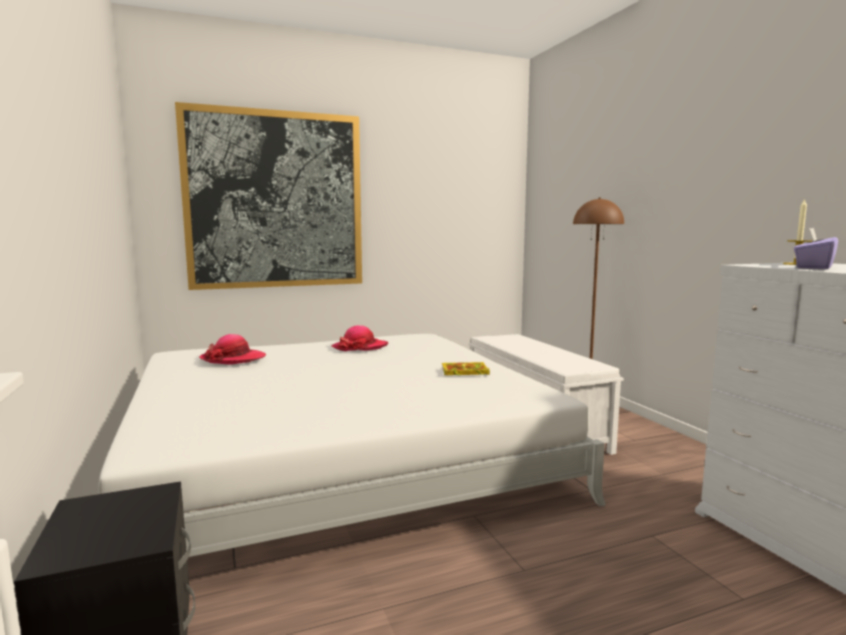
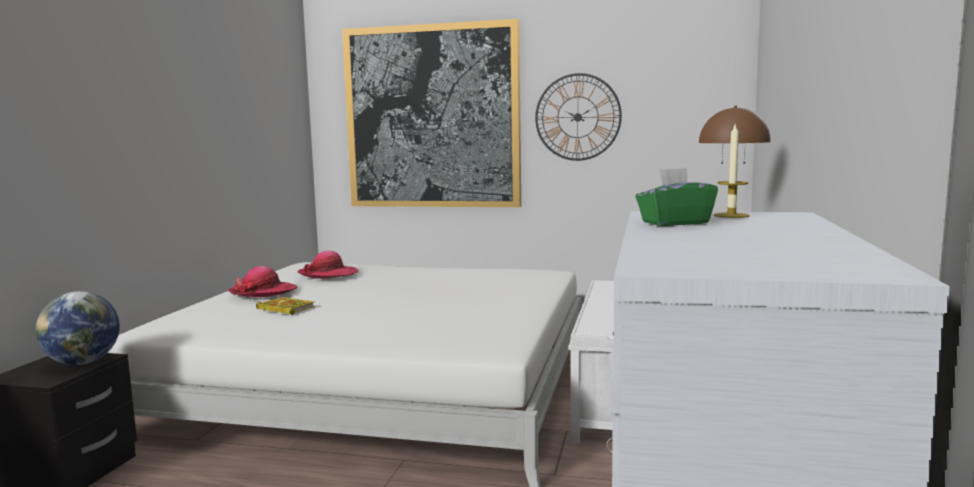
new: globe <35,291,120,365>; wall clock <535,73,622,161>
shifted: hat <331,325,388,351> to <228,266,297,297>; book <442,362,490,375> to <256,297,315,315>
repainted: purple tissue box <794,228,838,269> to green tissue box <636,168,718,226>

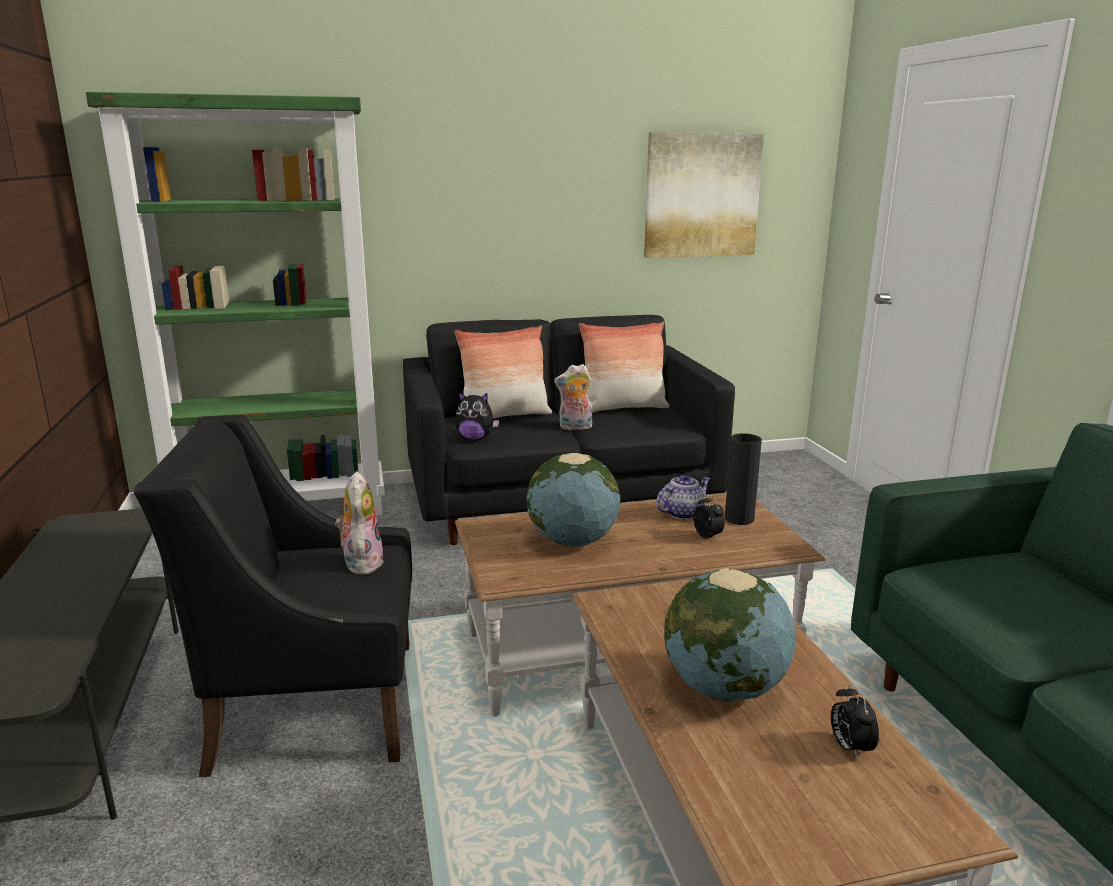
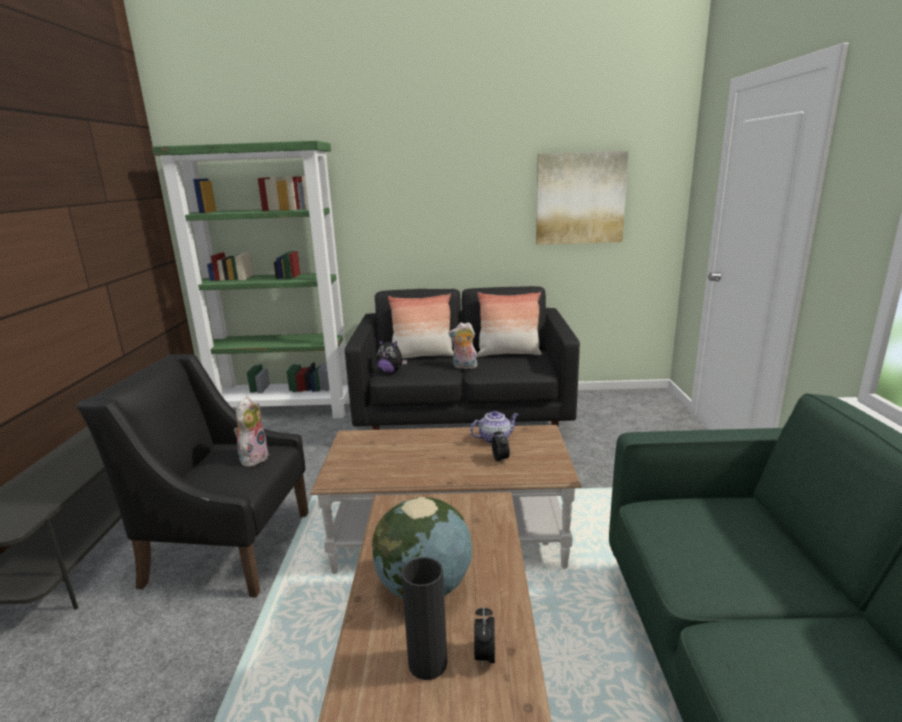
gone: globe <526,453,621,547>
shifted: black vase <725,433,762,525> to <401,557,447,680>

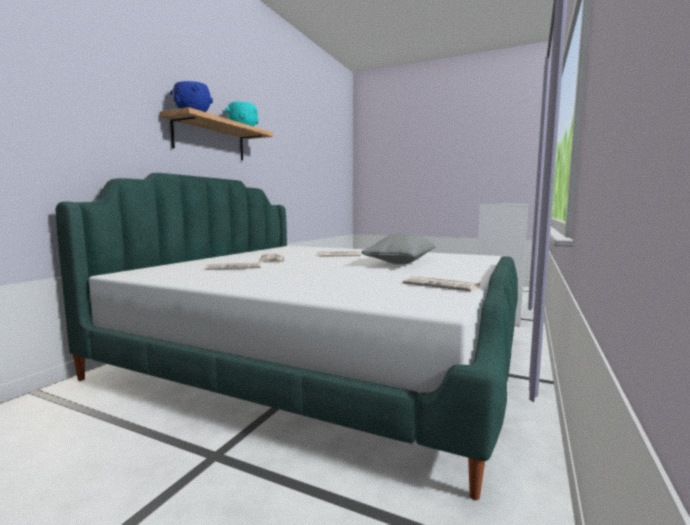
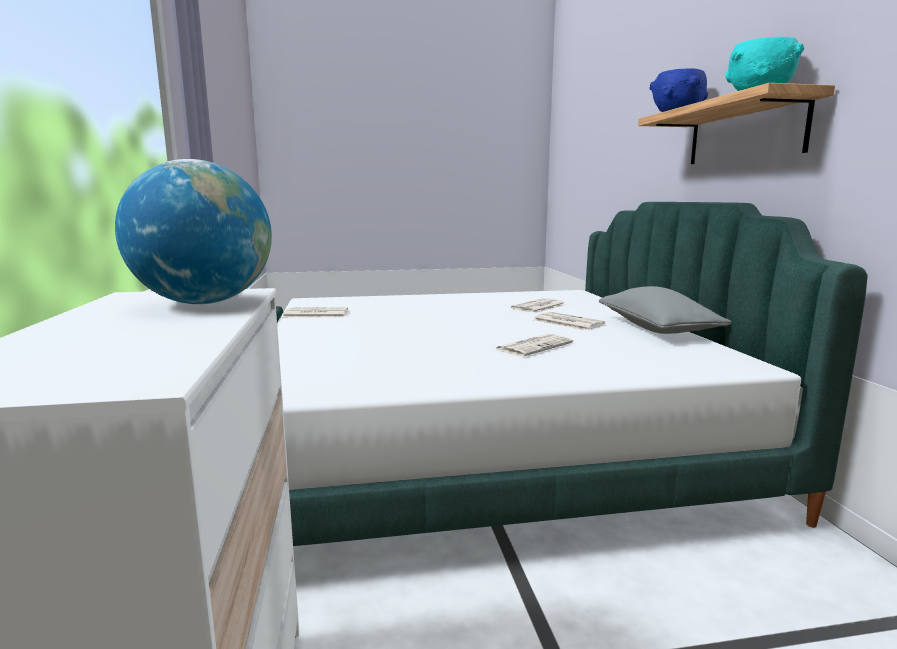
new: globe <115,159,272,304>
shifted: grey pillow <361,232,436,264> to <599,286,732,334>

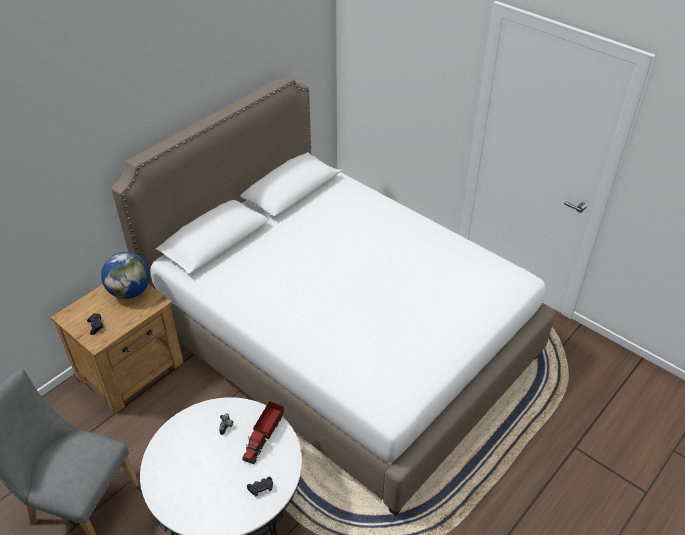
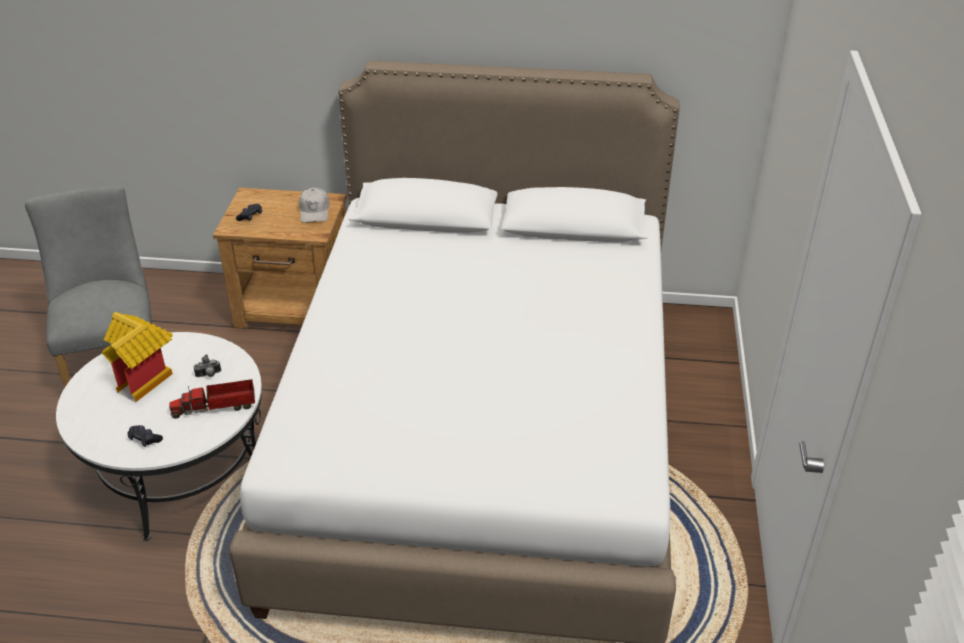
new: toy house <102,312,173,402>
swapped: globe <101,252,150,299> to white cap <299,188,330,223>

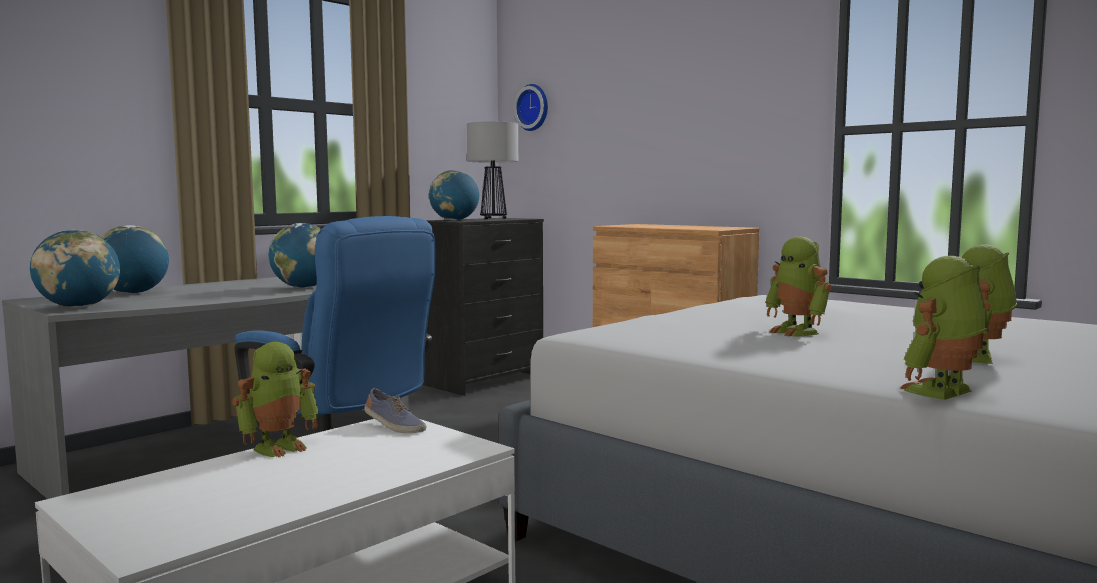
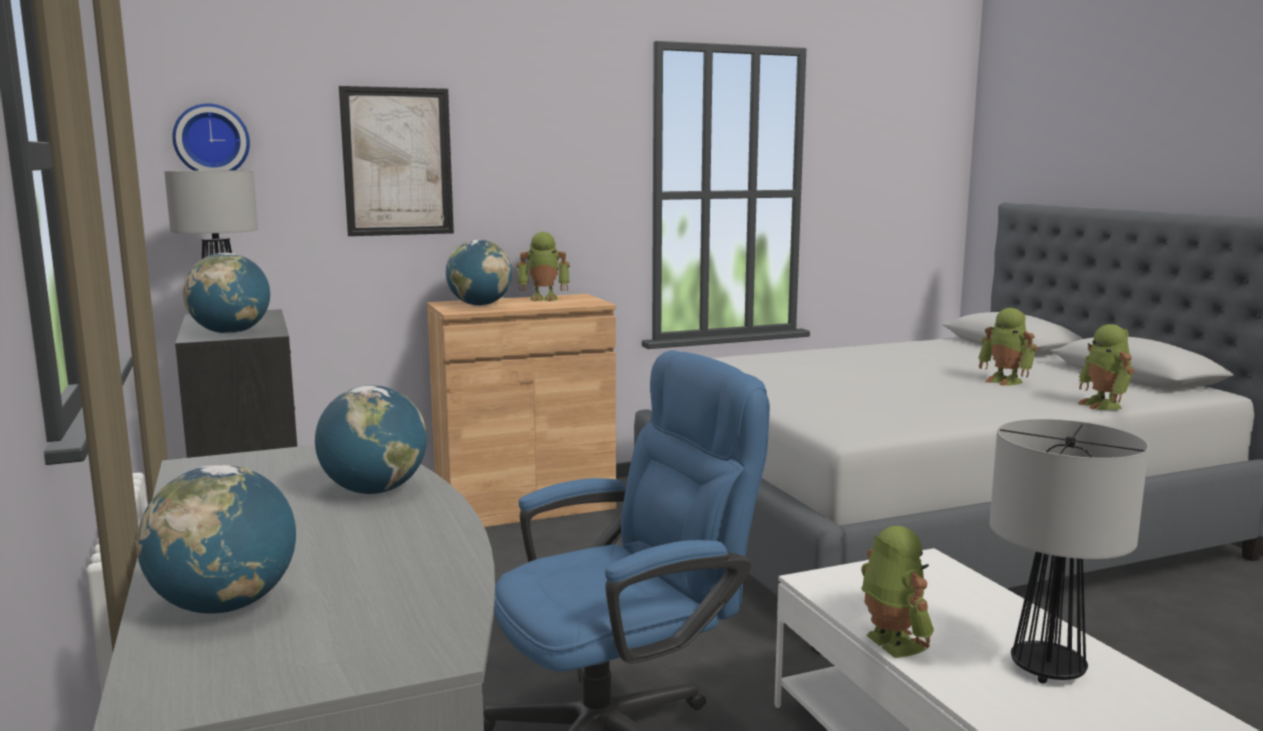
gone: shoe <364,388,426,433>
new: picture <339,86,454,236>; table lamp <990,419,1149,684>
shifted: globe <30,230,120,308> to <446,240,512,306>; toy robot <765,236,832,337> to <517,232,570,301>

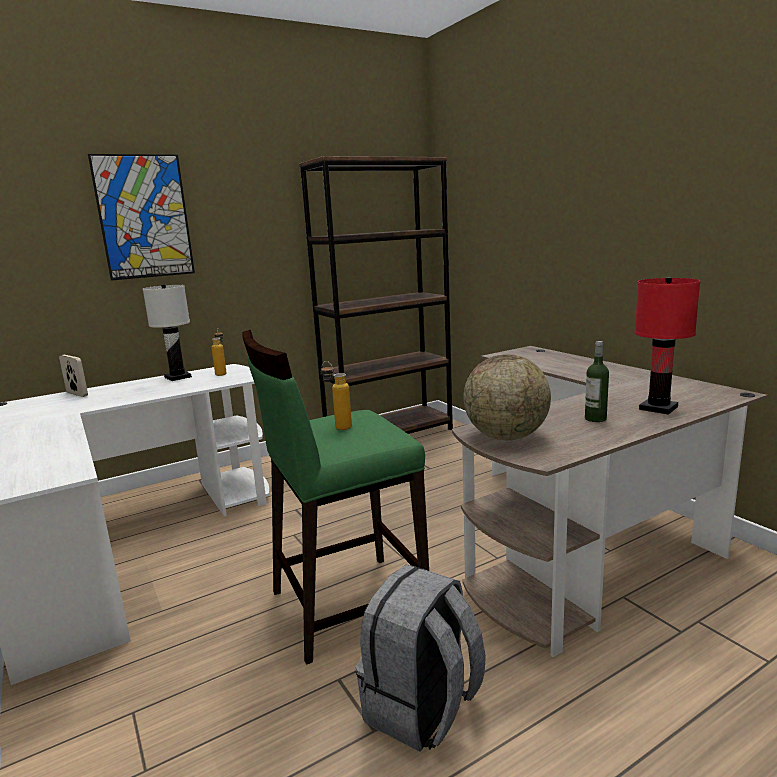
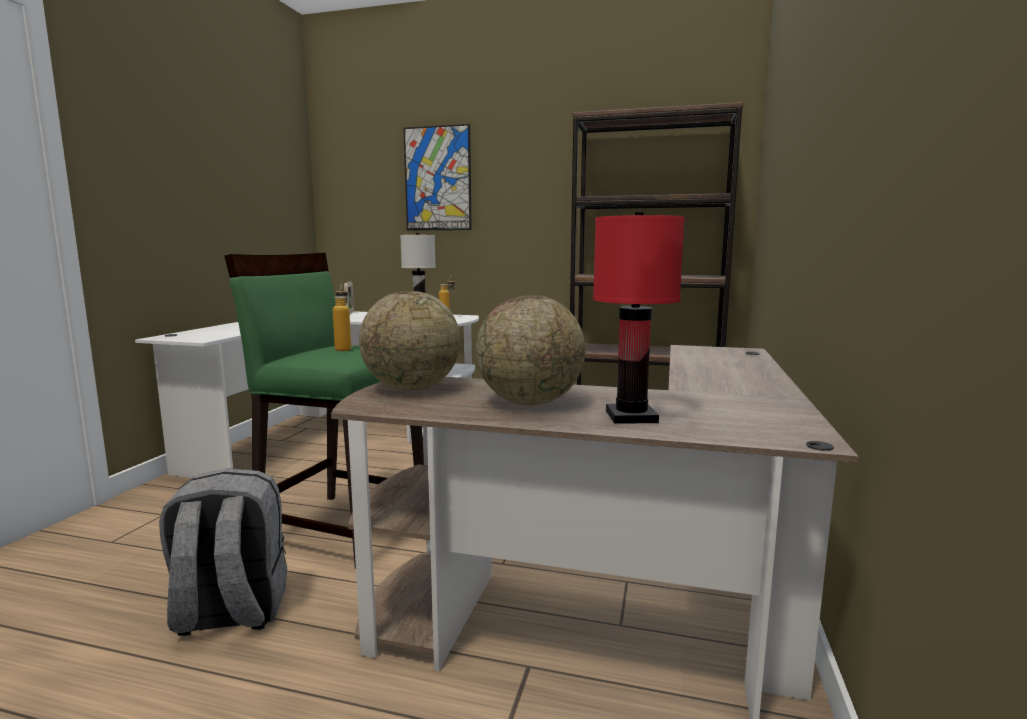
swapped: bottle <585,341,609,422> to globe <476,295,586,405>

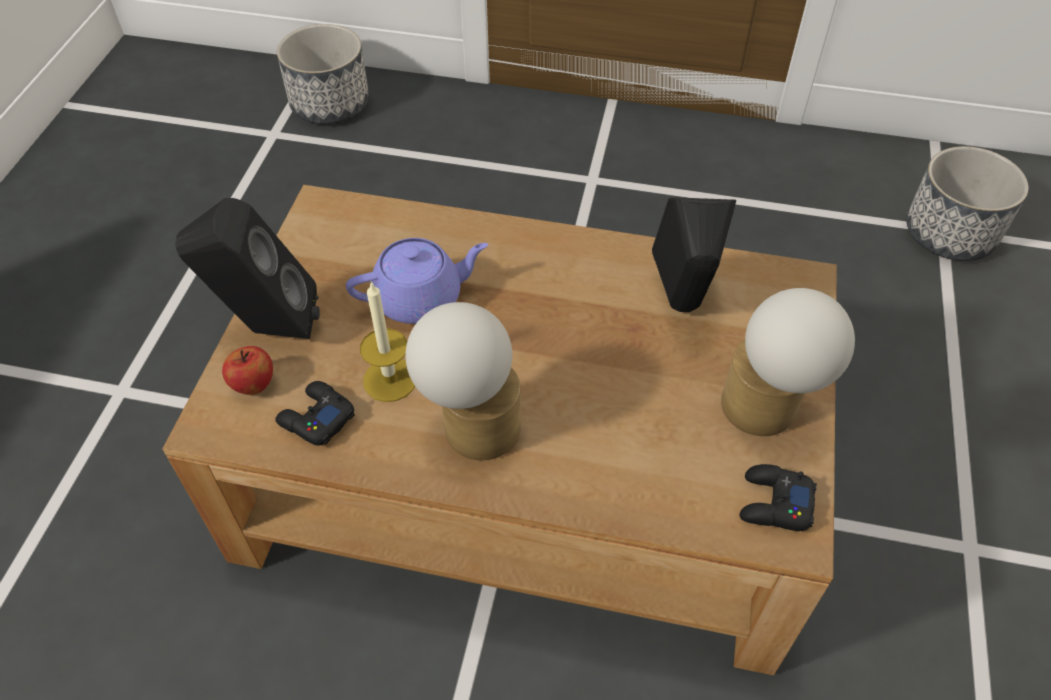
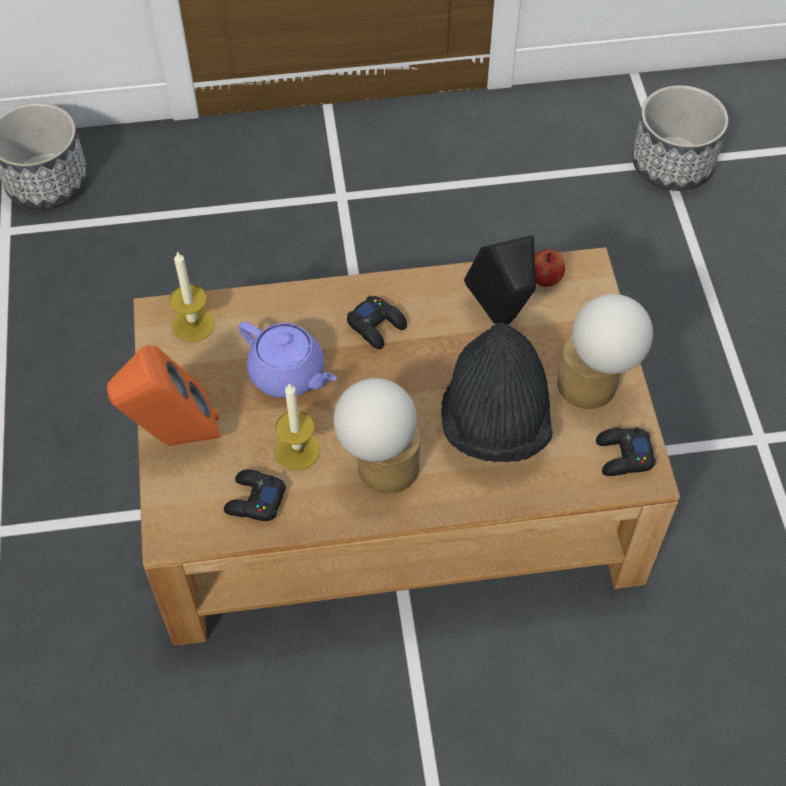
new: candle <169,251,215,342>; black game controller <347,296,407,349>; black hat <441,323,553,462>
shifted: apple <222,346,273,395> to <535,249,565,287>
repainted: black speaker <175,198,320,339> to orange speaker <107,345,221,446>
rotated: purple teapot <346,238,488,324> = <239,322,337,398> 75 degrees clockwise

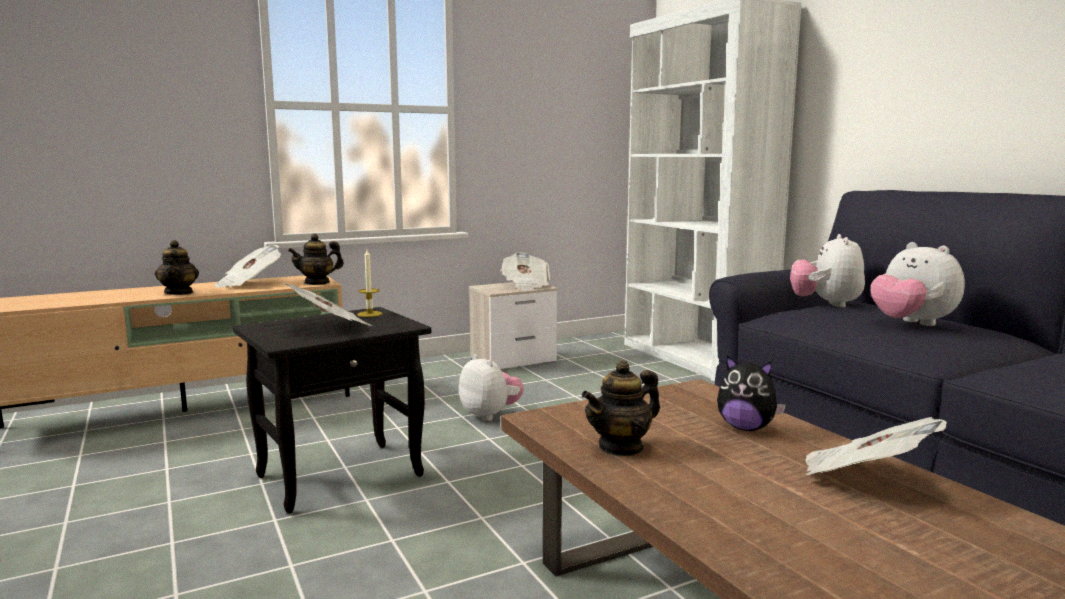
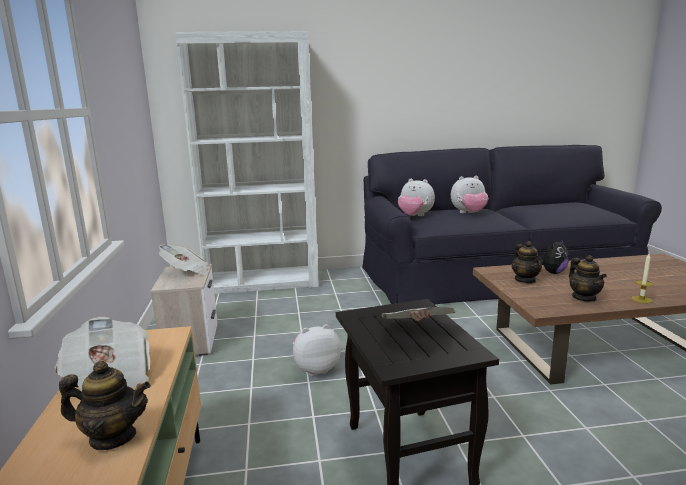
gone: newspaper <805,417,947,475>
shifted: teapot <288,234,344,285> to <512,241,542,283>; candle <357,250,382,317> to <631,254,654,303>

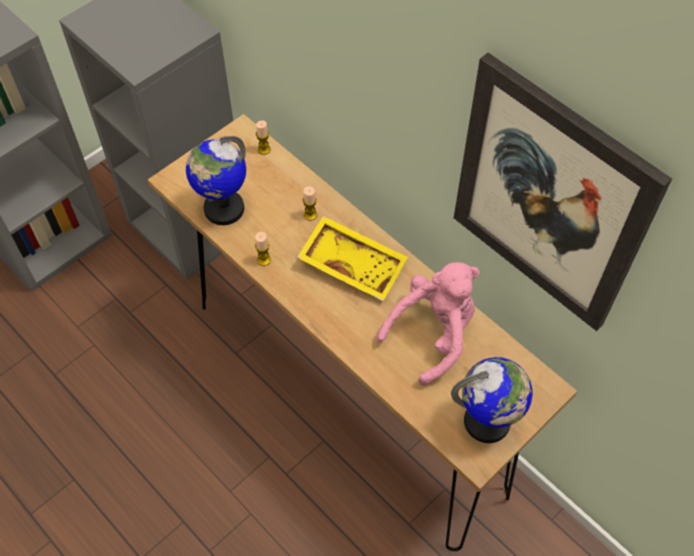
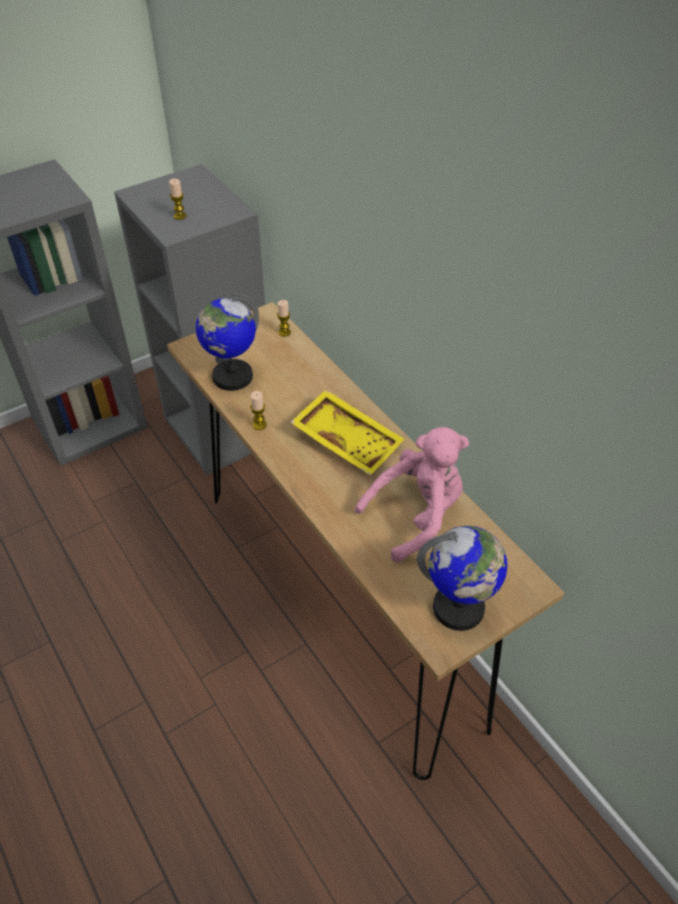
gone: picture <454,53,672,331>
shifted: candle <303,186,317,221> to <169,179,187,220>

